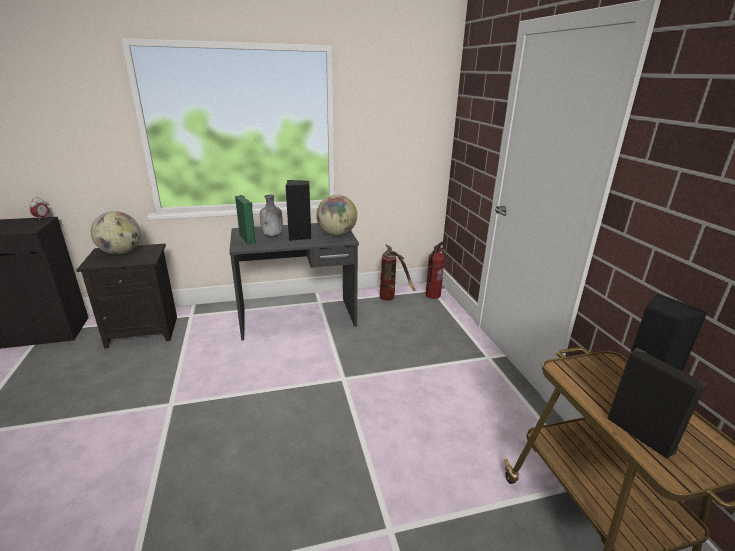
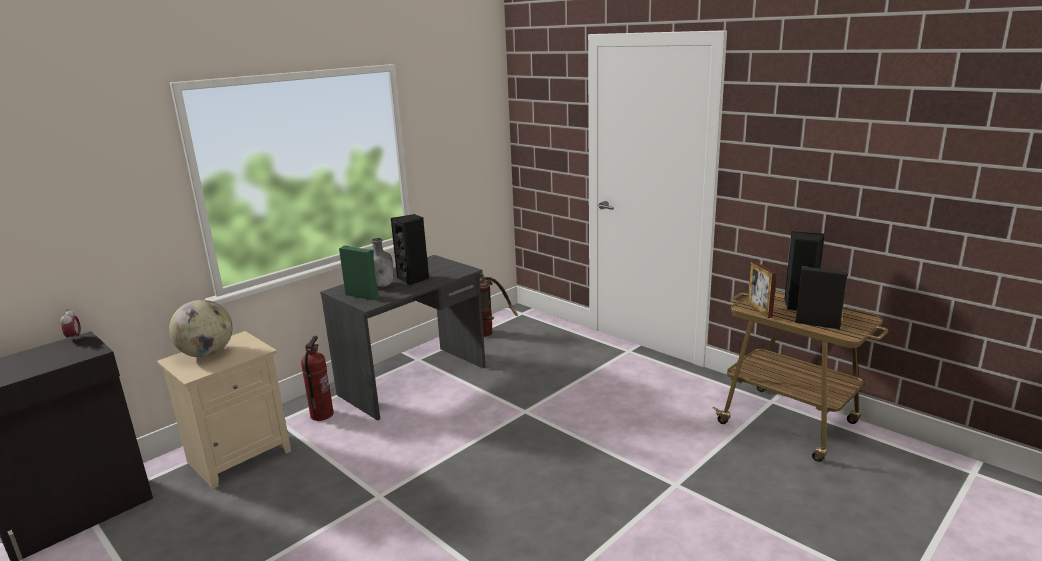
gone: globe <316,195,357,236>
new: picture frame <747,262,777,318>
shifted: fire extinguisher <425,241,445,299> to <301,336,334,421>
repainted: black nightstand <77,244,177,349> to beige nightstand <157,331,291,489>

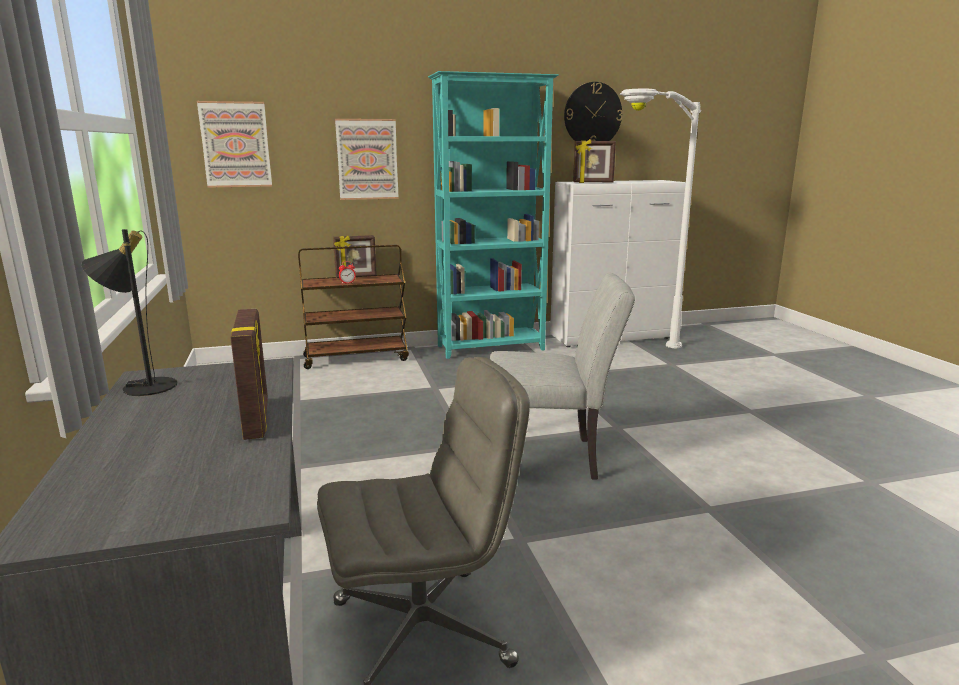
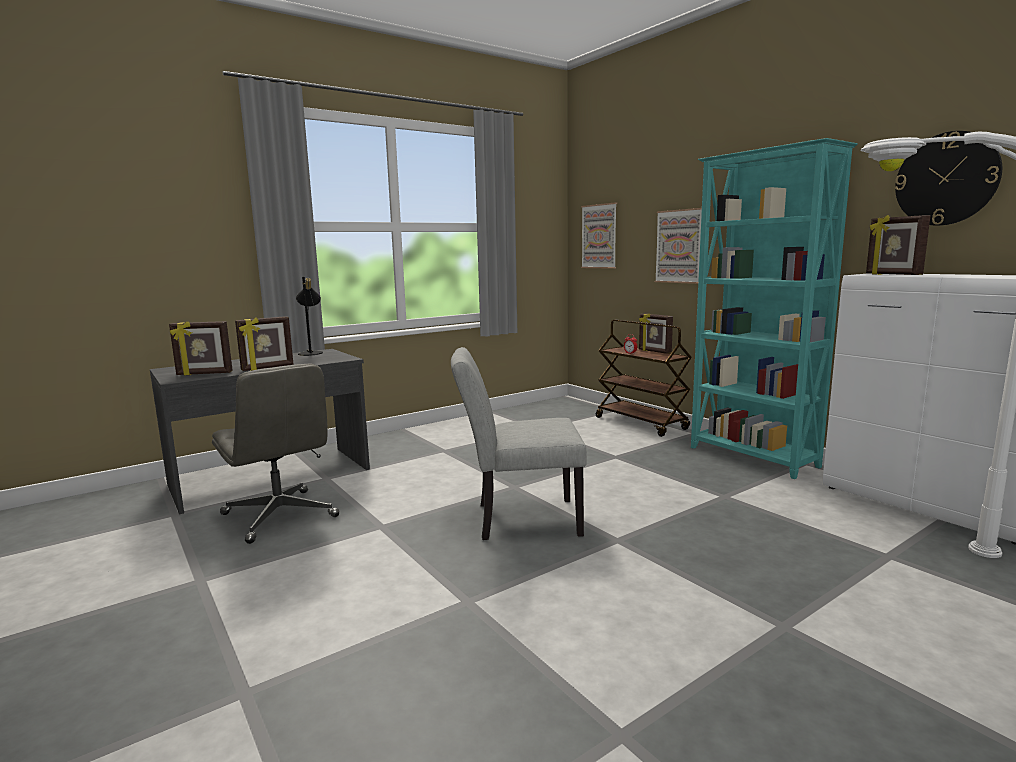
new: picture frame <169,321,233,375>
rotated: grey chair <490,273,635,480> = <451,347,587,540> 105 degrees clockwise

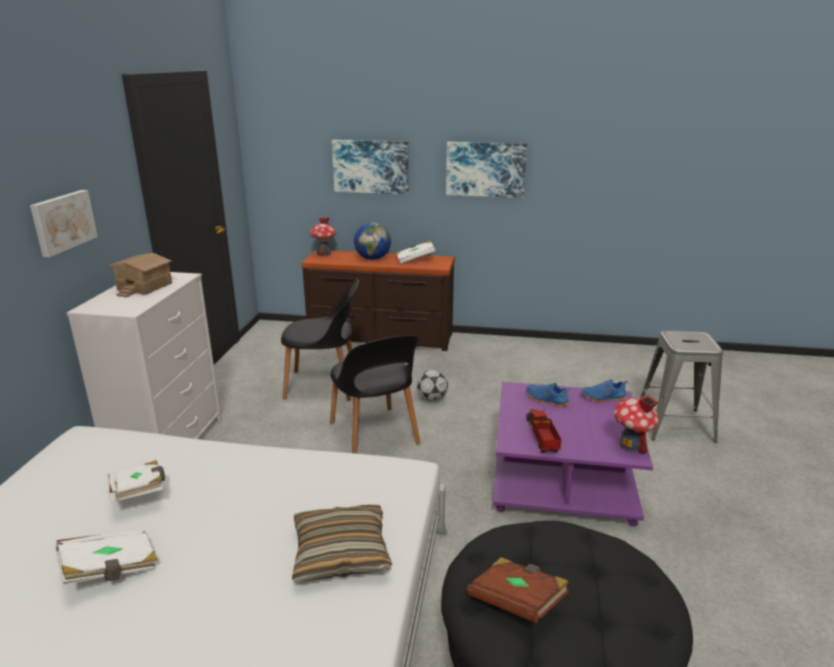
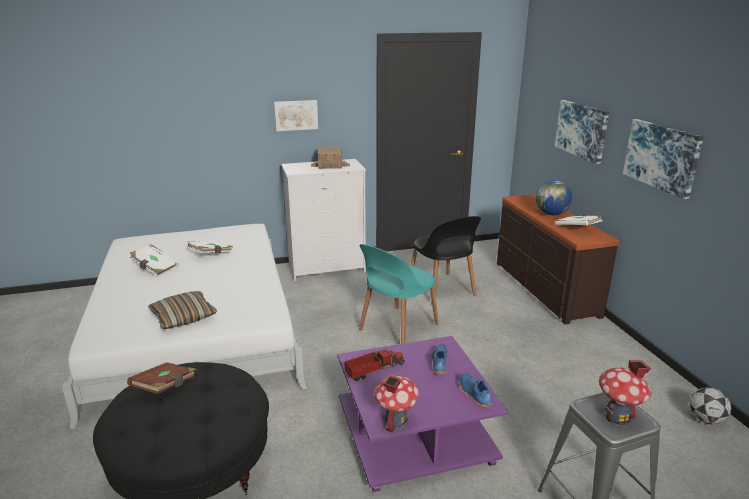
shifted: toy house <309,217,336,256> to <599,360,651,427>; football <417,370,448,402> to <690,387,731,425>
repainted: black chair <330,335,420,454> to turquoise chair <359,244,439,344>

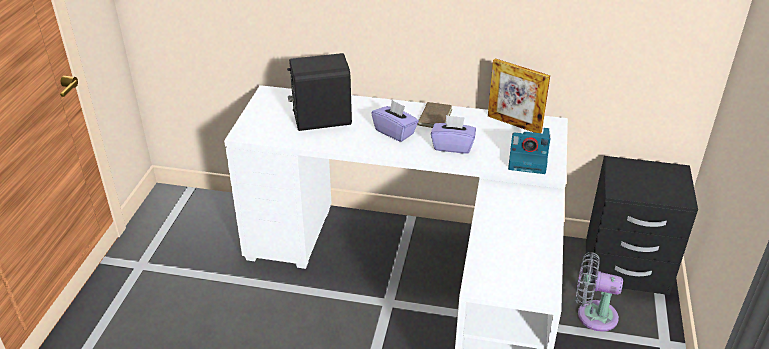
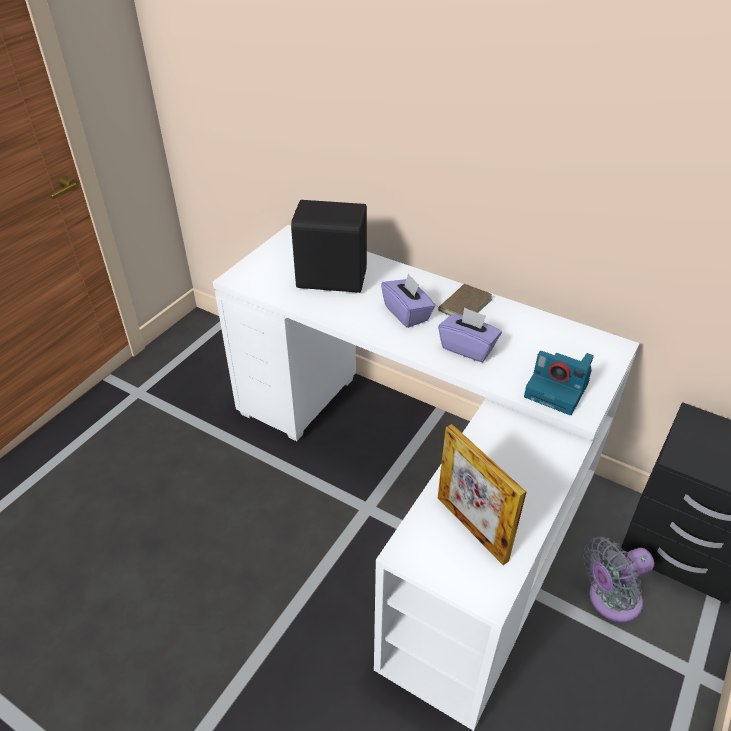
shifted: picture frame <488,58,550,133> to <438,424,526,565>
rotated: grey fan <576,252,623,332> = <583,537,654,622> 60 degrees counterclockwise

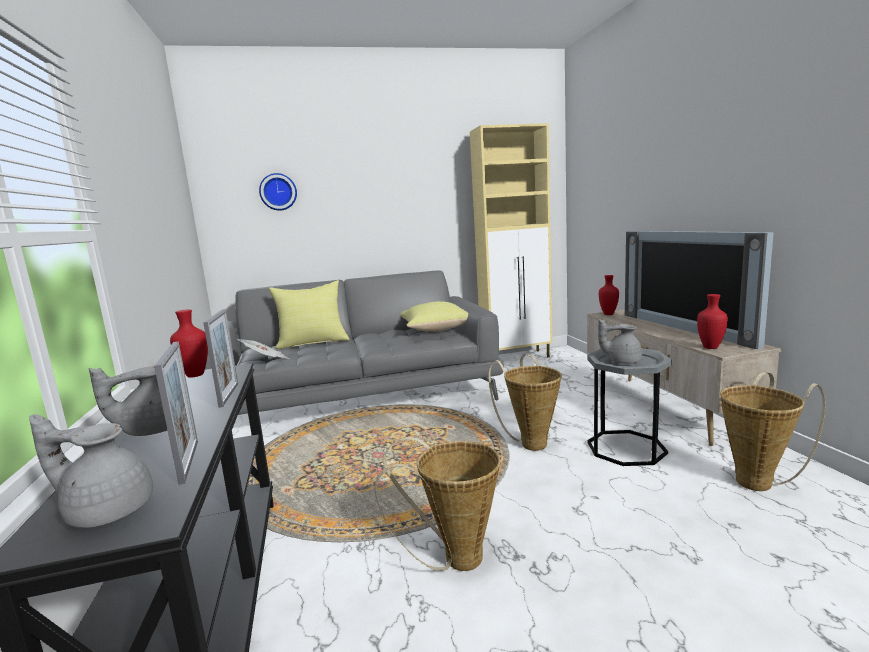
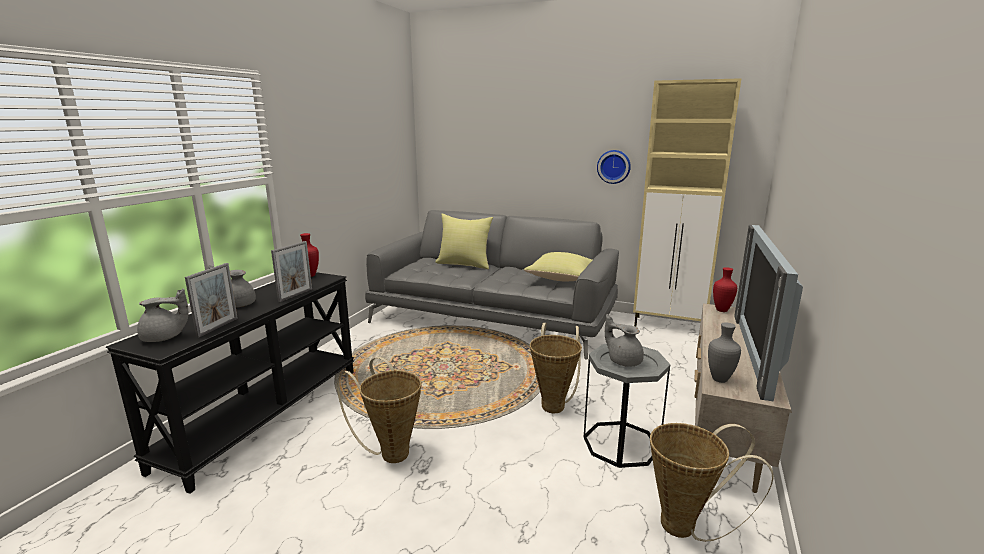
gone: newspaper <237,339,290,359>
shifted: wall clock <259,173,297,211> to <597,150,631,184>
repainted: red vase <697,294,728,349> to grey vase <708,322,741,383>
rotated: grey teapot <29,414,153,528> = <137,288,189,342> 120 degrees clockwise

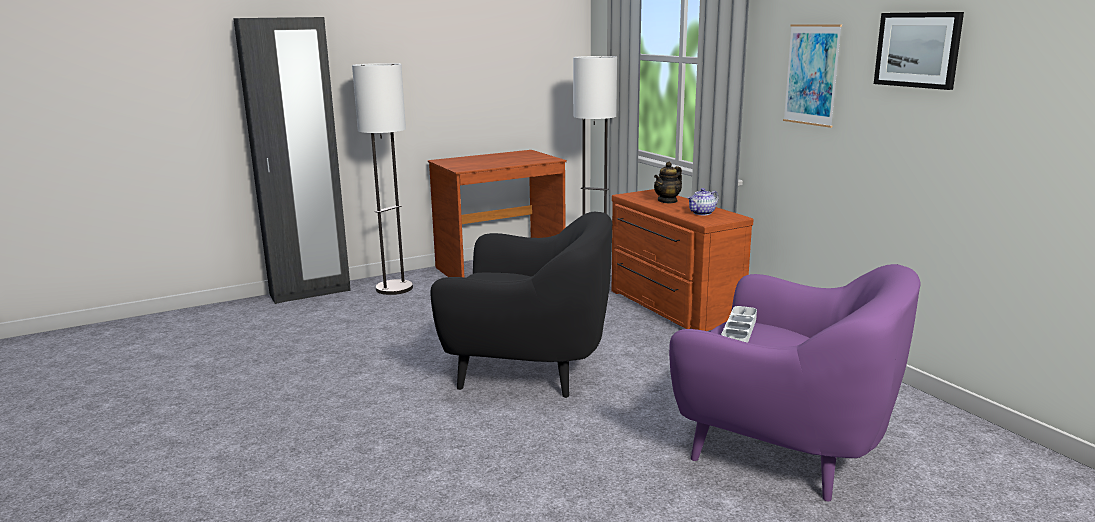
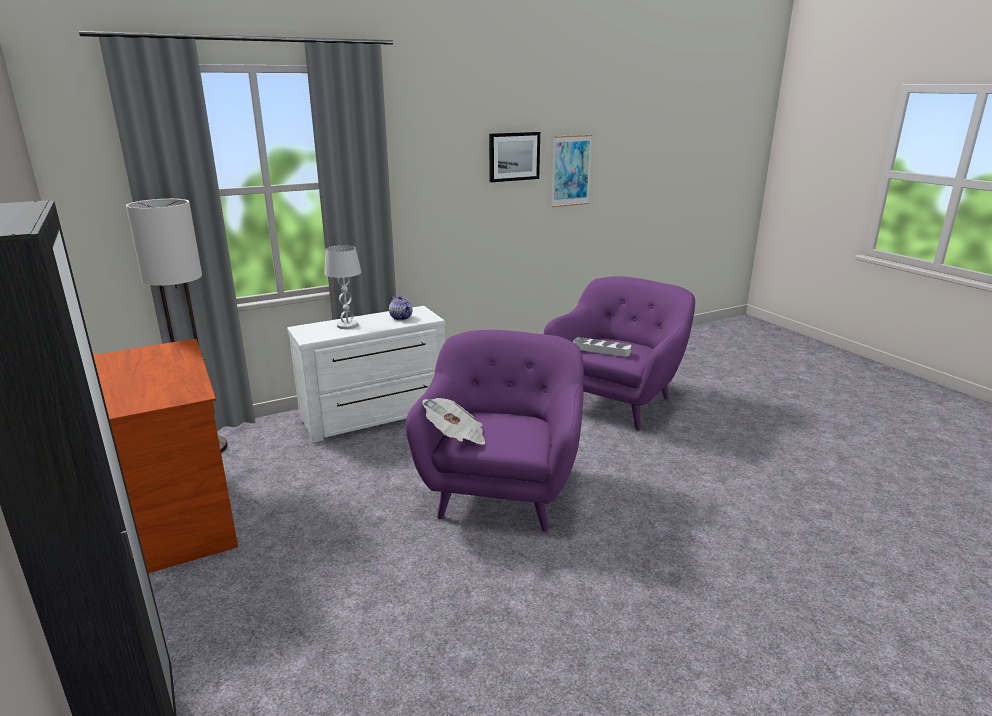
gone: floor lamp <352,63,413,295>
new: newspaper <422,398,485,445>
shifted: picture <783,24,842,128> to <551,135,592,207>
swapped: teapot <654,162,682,204> to white table lamp <324,245,361,329>
repainted: black armchair <431,212,612,398> to purple armchair <406,330,584,532>; brown dresser <612,189,754,331> to white dresser <287,306,445,443>

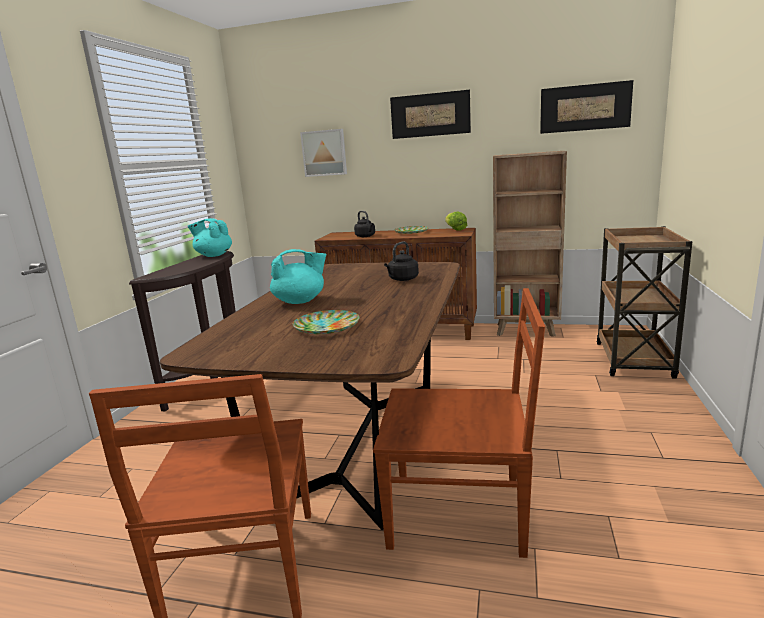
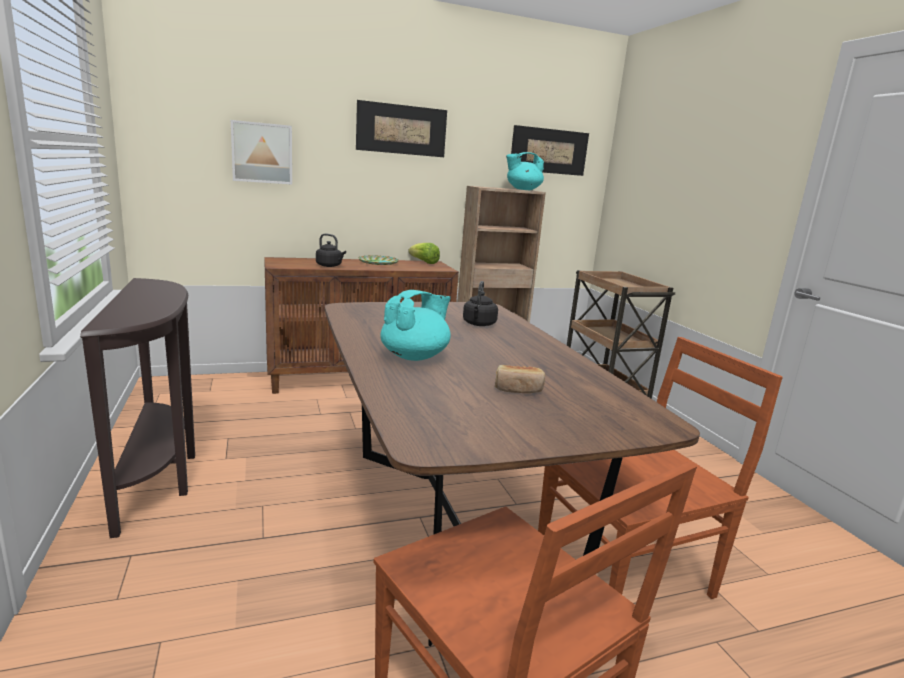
shifted: turquoise teapot <187,218,232,257> to <506,152,544,190>
swapped: plate <293,310,360,334> to bread <495,365,545,393>

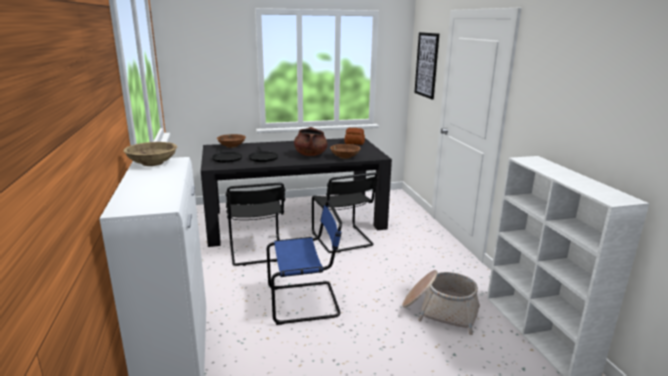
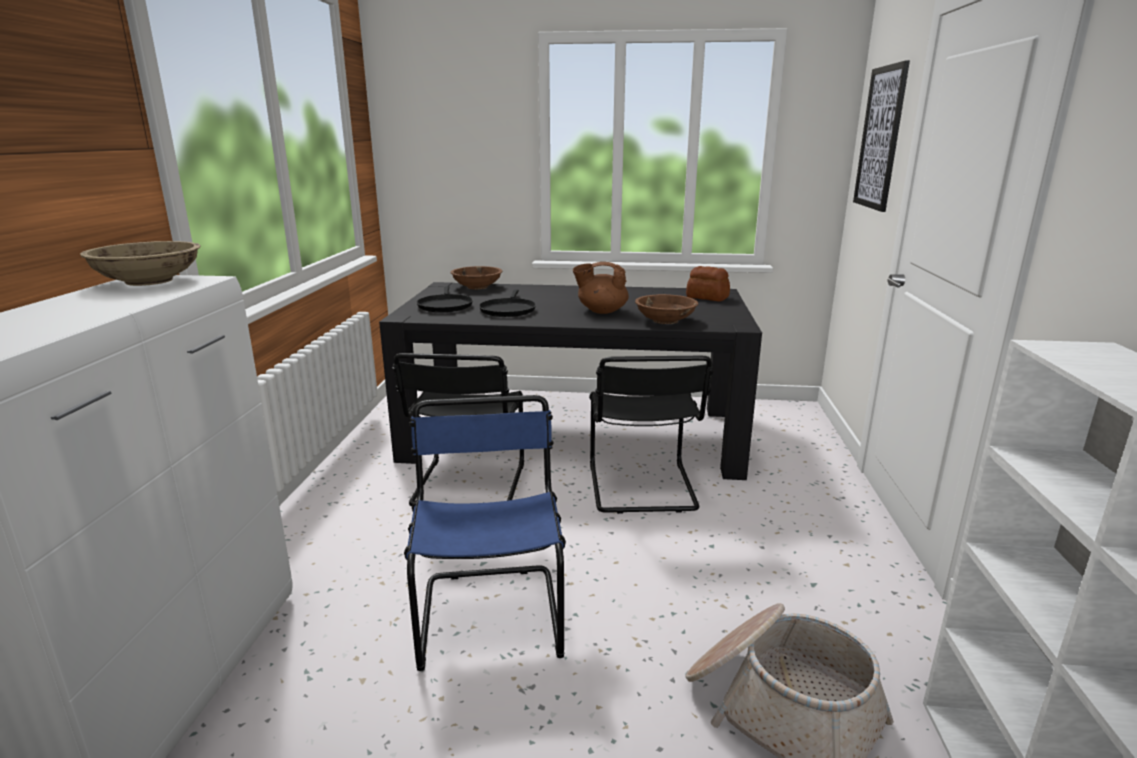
swapped: brown cooking pot <294,127,328,156> to brown teapot <573,262,629,314>
rotated: blue chair <267,200,342,325> = <404,395,566,671> 105 degrees counterclockwise

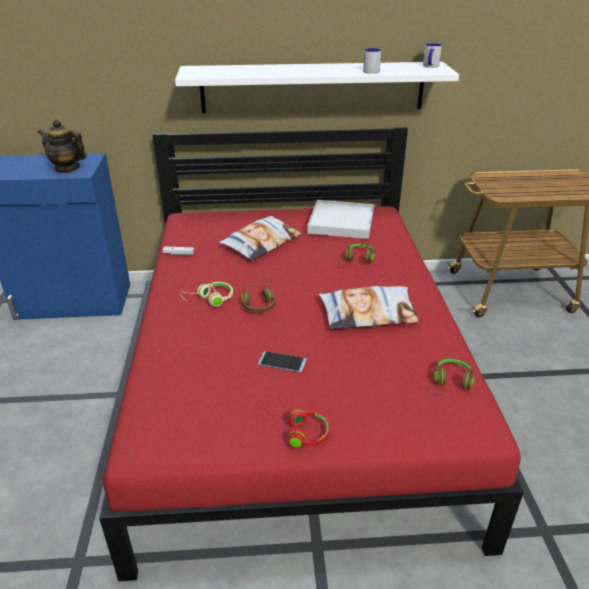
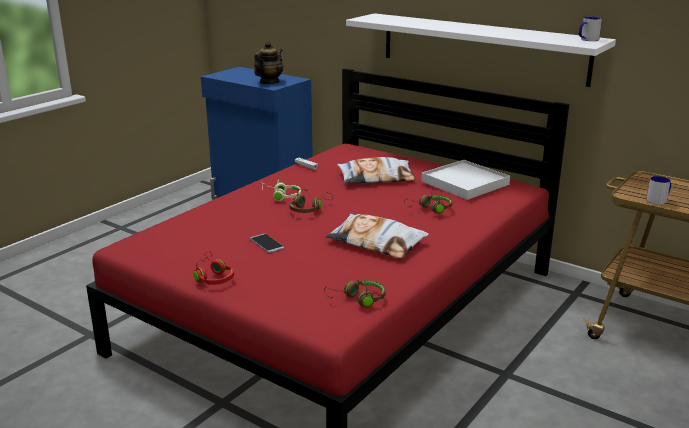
shifted: mug <363,48,381,74> to <646,176,671,205>
rotated: teapot <38,119,87,173> = <254,41,283,84> 60 degrees clockwise

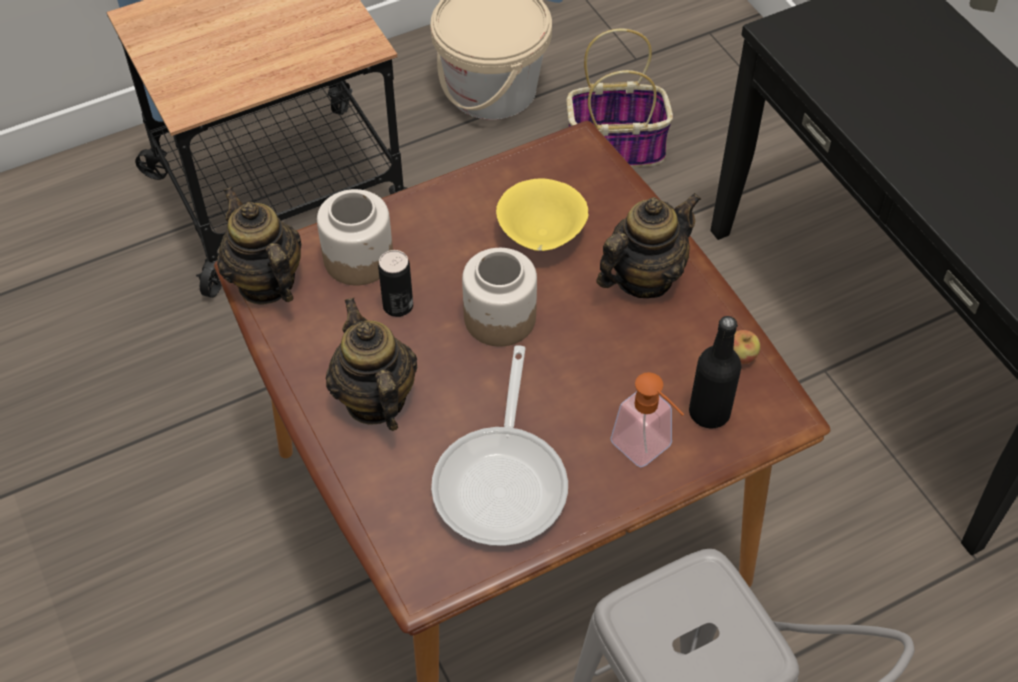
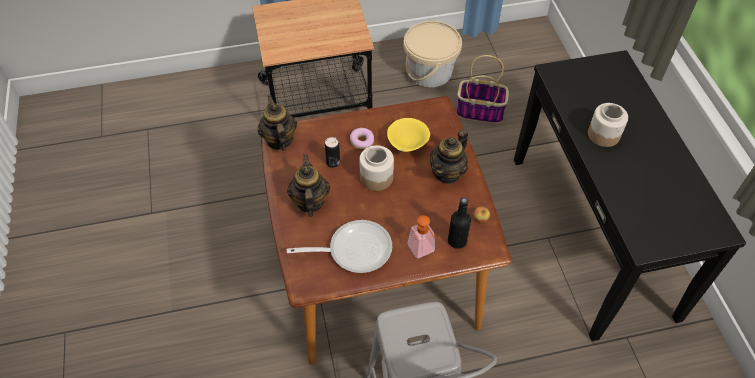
new: donut <350,128,374,149>
shifted: jar <317,189,393,286> to <588,103,628,147>
rotated: frying pan <431,345,568,546> = <287,220,392,273> 120 degrees counterclockwise; teapot <596,193,701,298> = <430,129,468,185> 150 degrees clockwise

